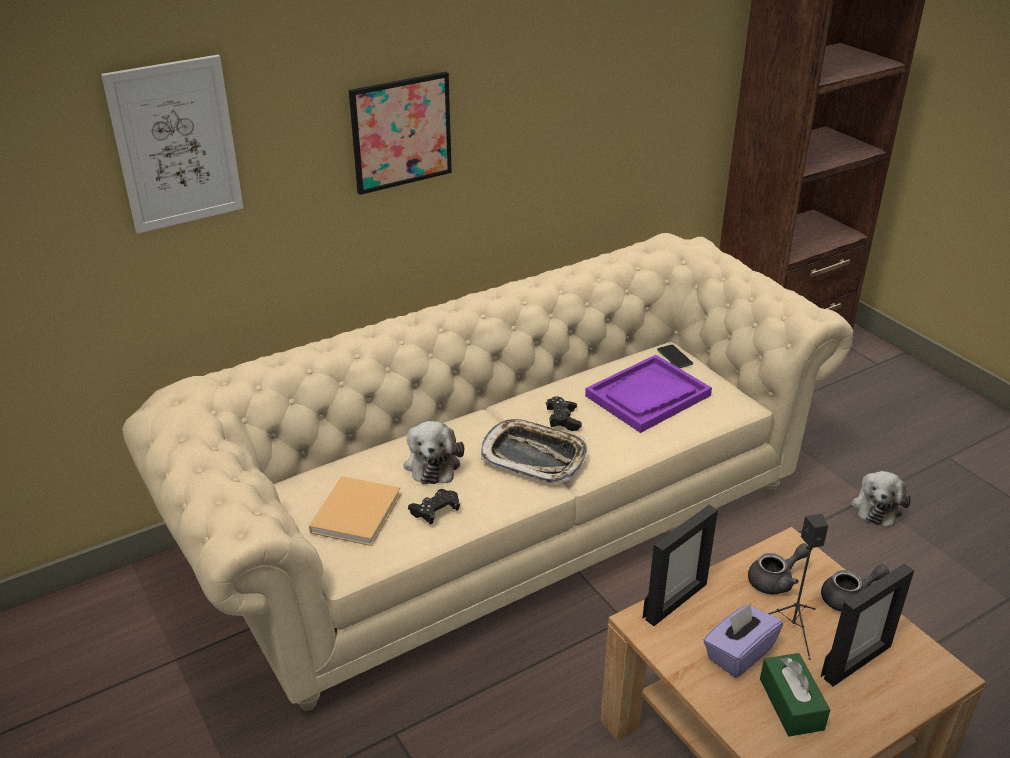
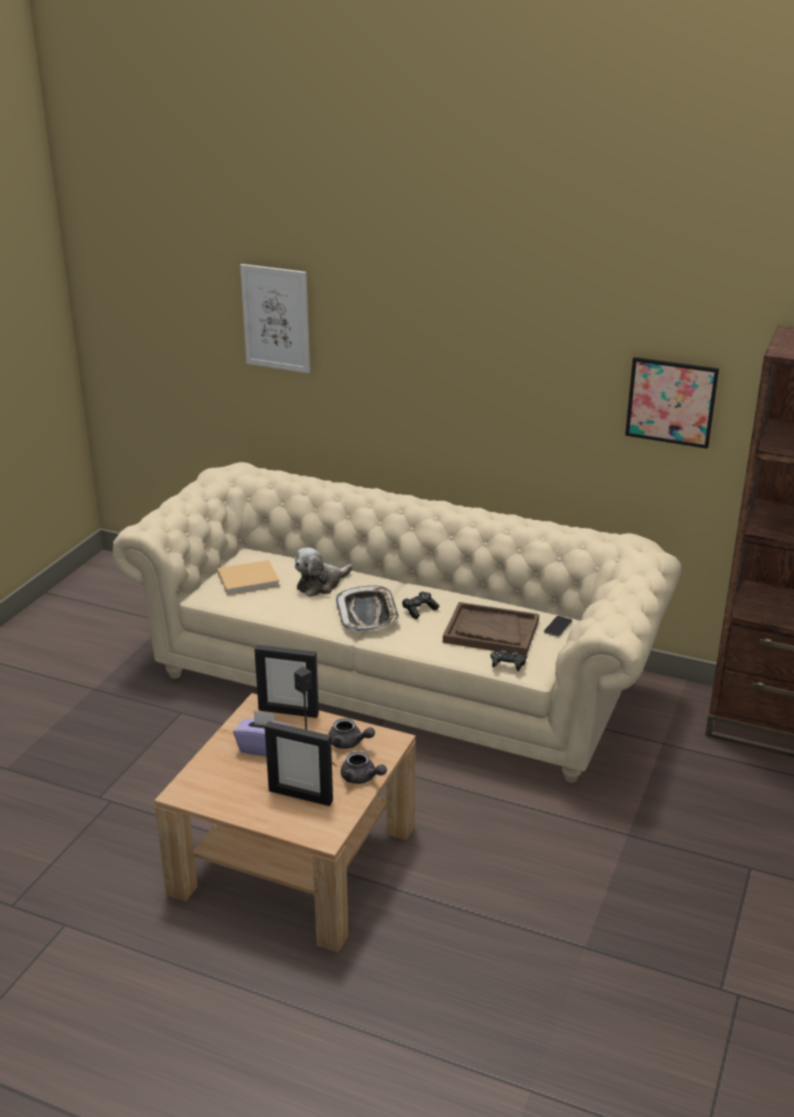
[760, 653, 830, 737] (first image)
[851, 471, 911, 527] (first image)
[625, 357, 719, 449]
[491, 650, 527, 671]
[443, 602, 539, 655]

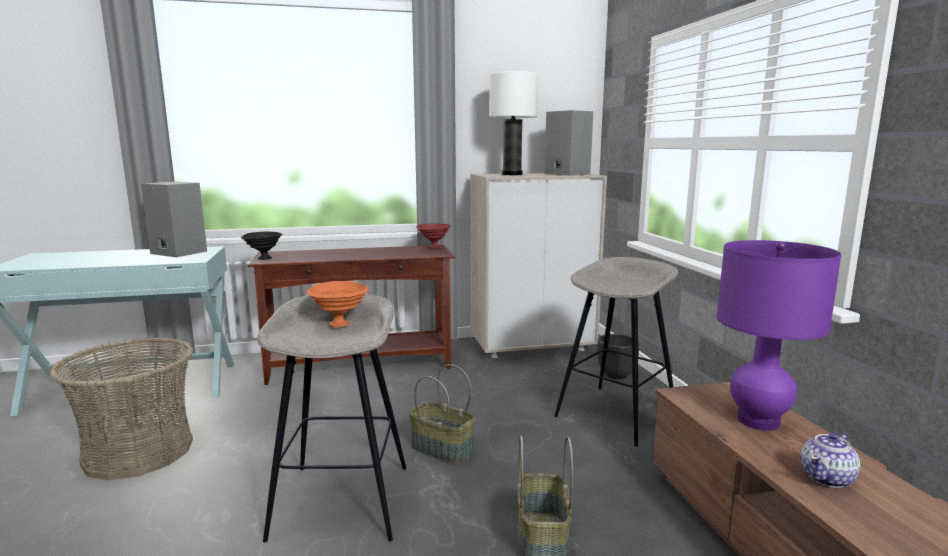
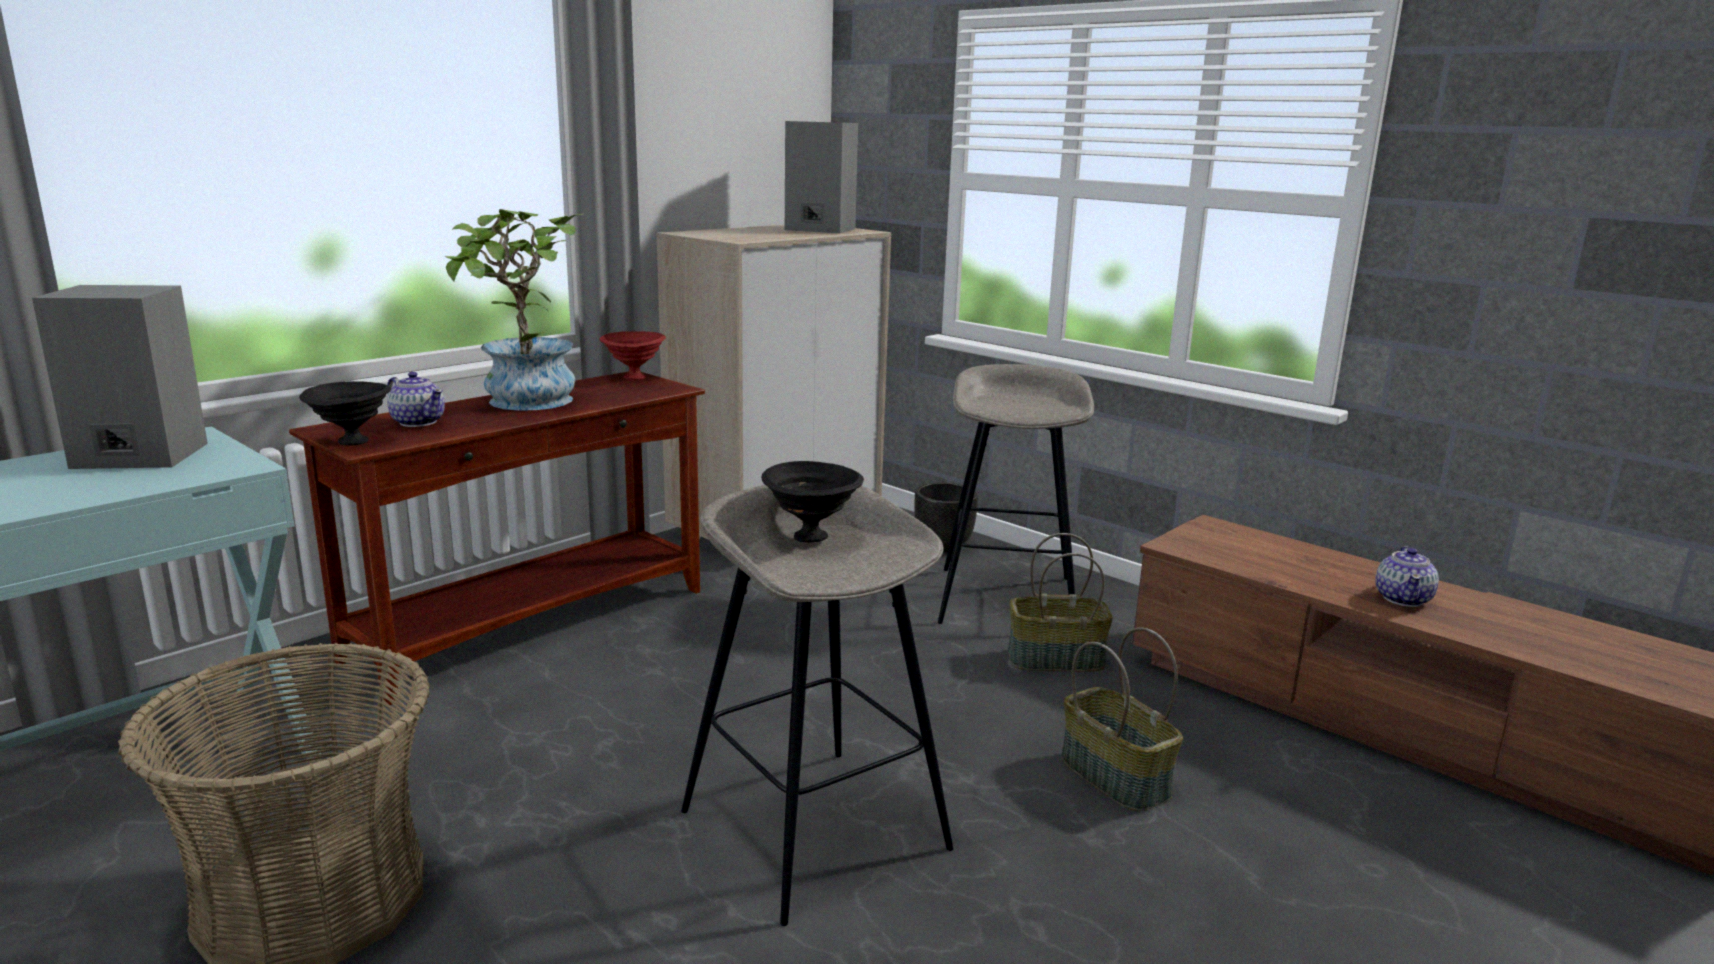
[489, 71, 538, 175] (first image)
[716, 240, 842, 431] (first image)
[387, 372, 445, 427]
[445, 209, 583, 411]
[1008, 533, 1113, 672]
[761, 461, 864, 543]

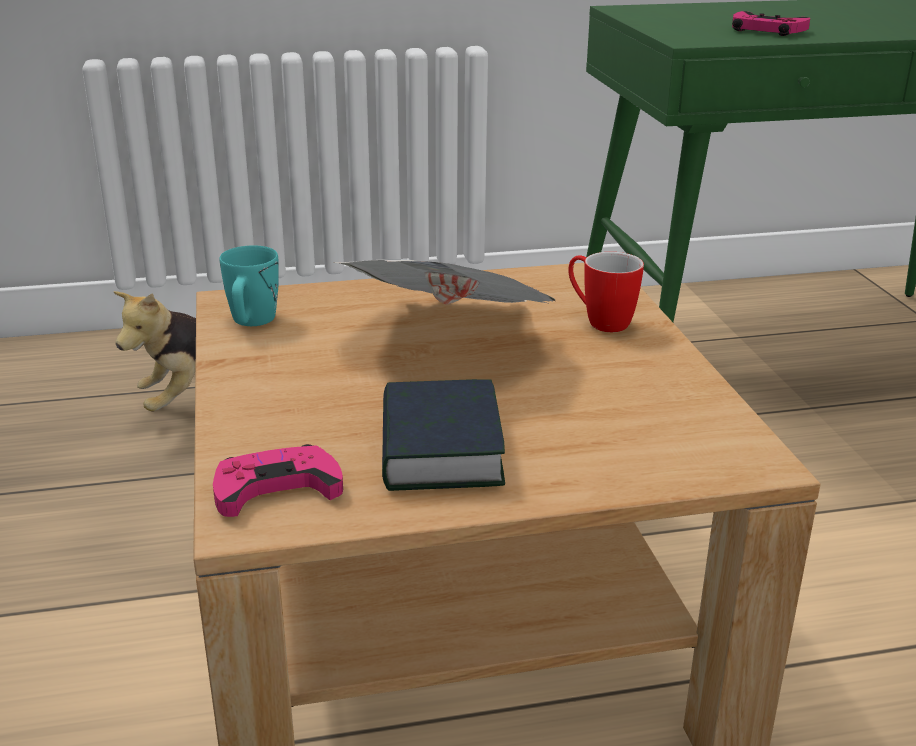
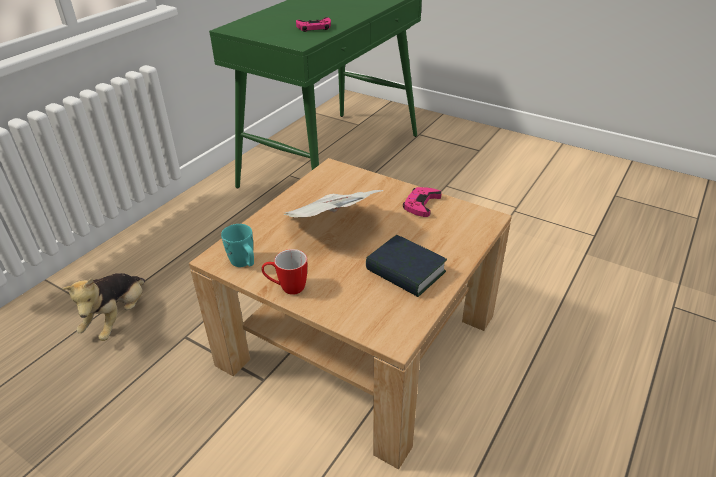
[403, 187, 442, 217]
[262, 249, 307, 295]

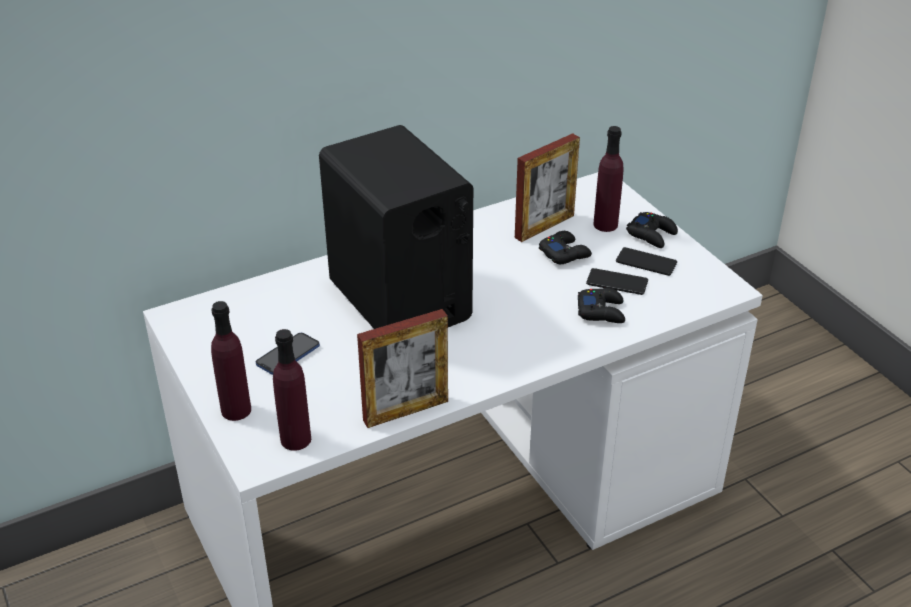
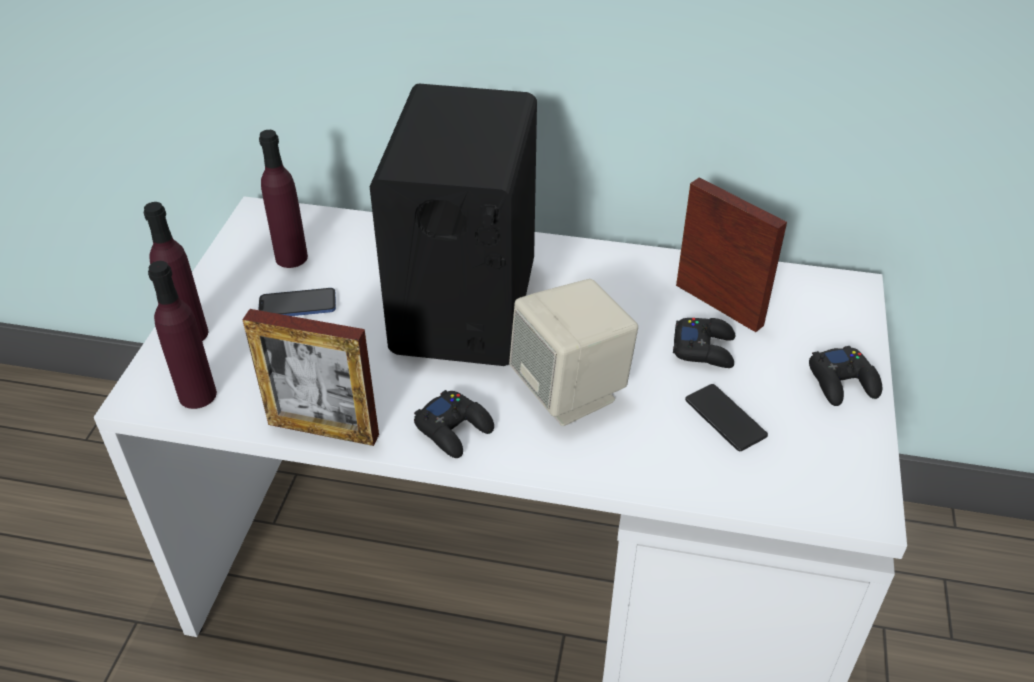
[616, 247, 677, 276] (first image)
[509, 279, 638, 426]
[414, 390, 494, 458]
[259, 130, 308, 268]
[676, 177, 787, 332]

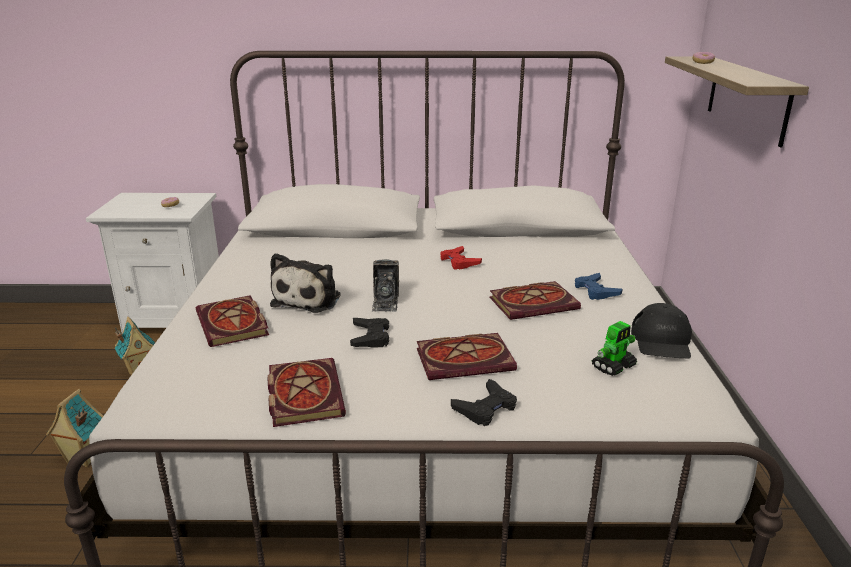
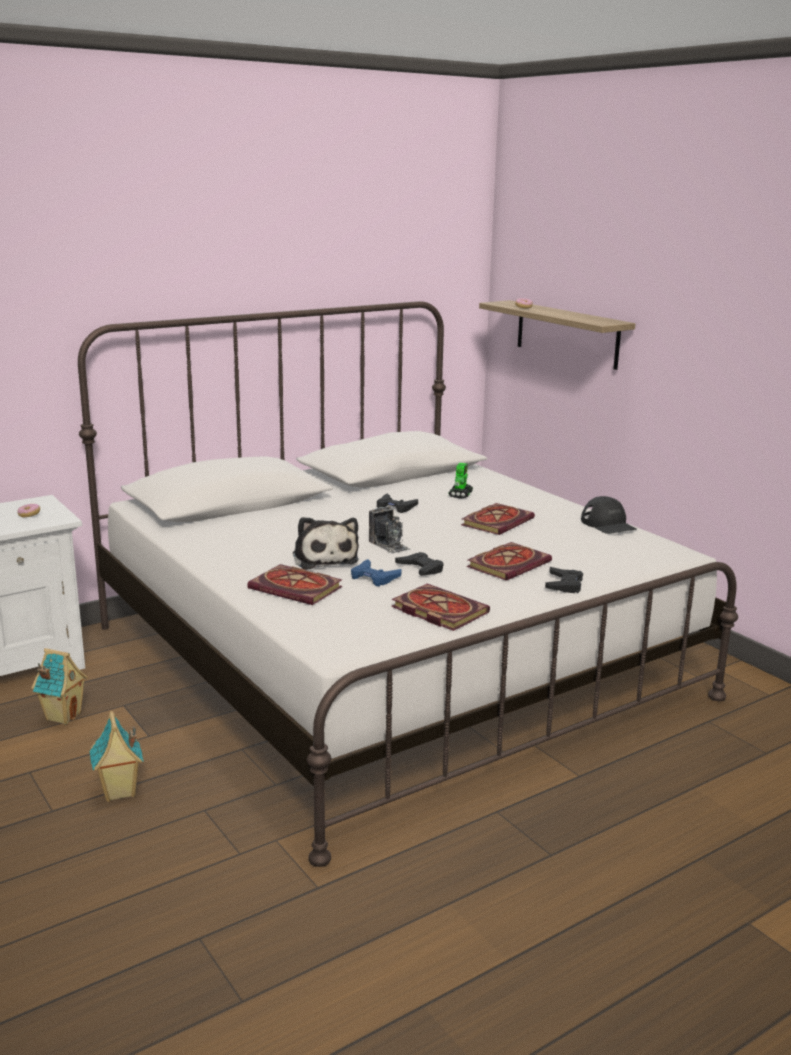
[351, 559, 401, 586]
[449, 463, 473, 498]
[377, 494, 418, 513]

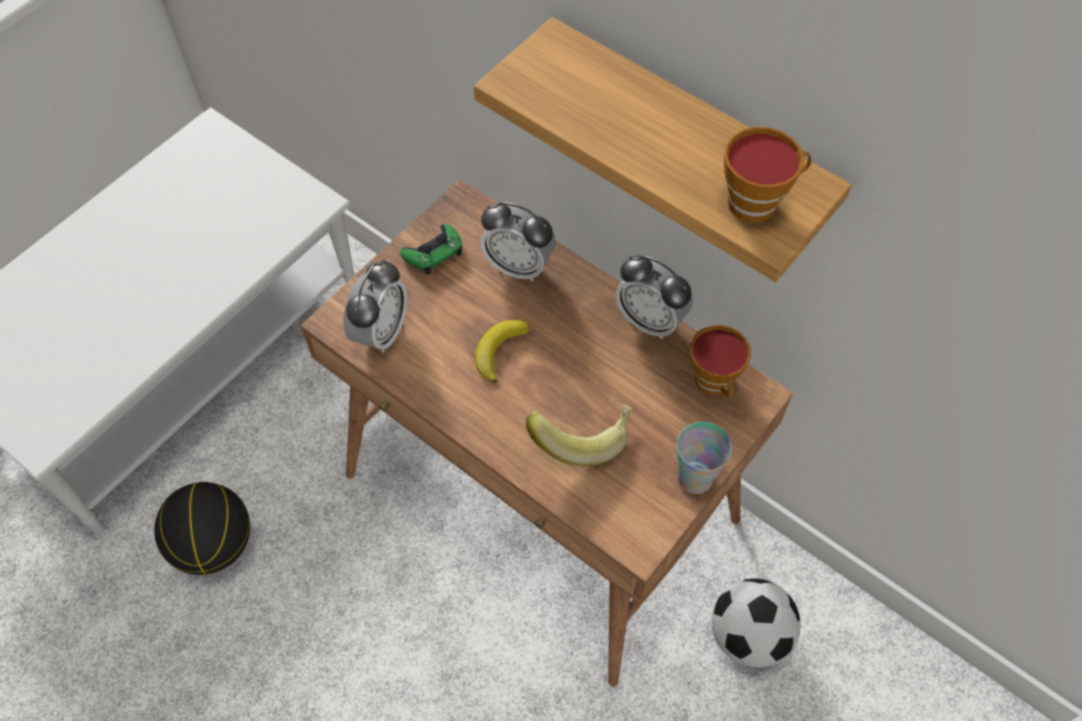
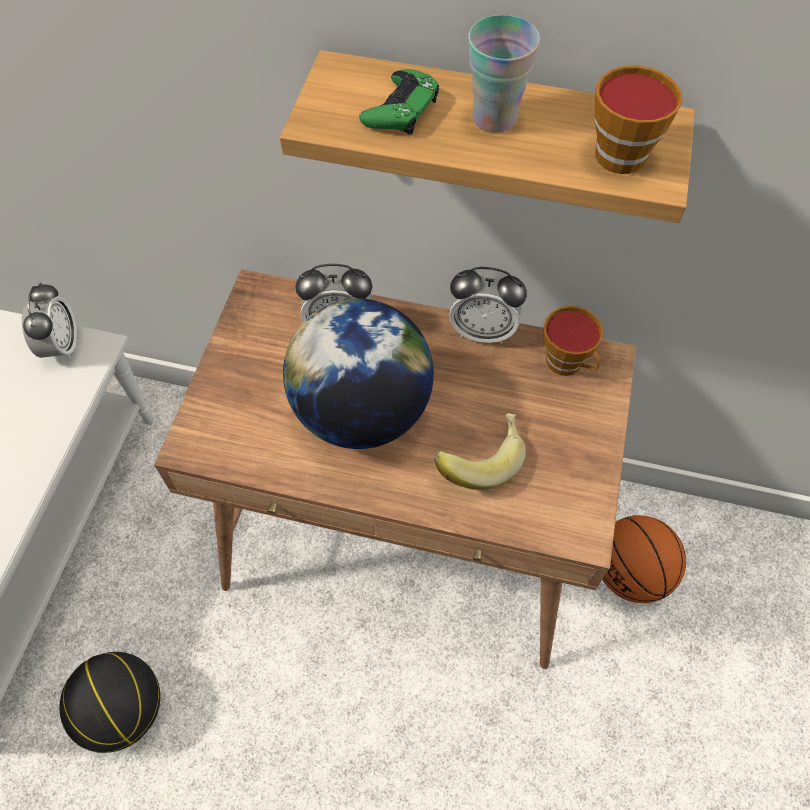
[22, 282, 77, 360]
[359, 69, 439, 135]
[468, 15, 540, 133]
[283, 298, 434, 449]
[602, 515, 686, 603]

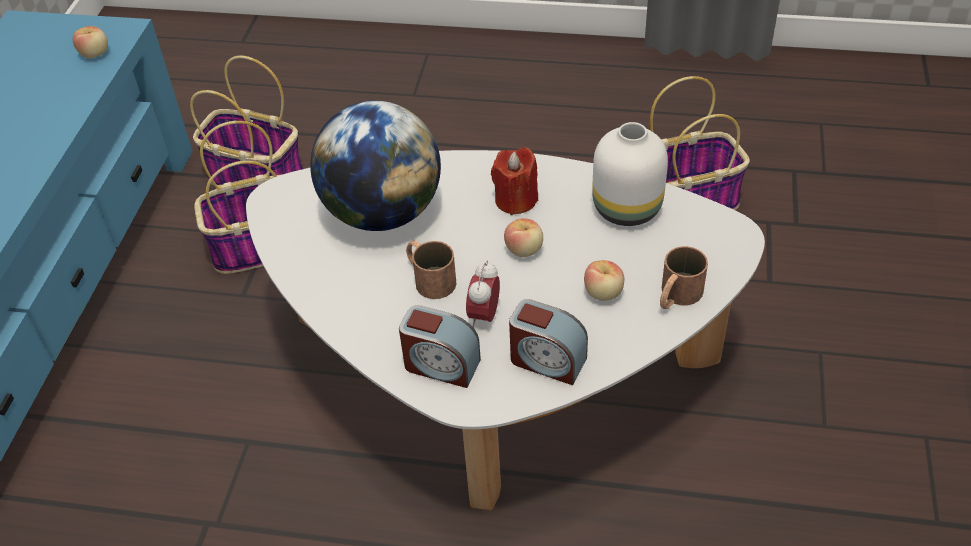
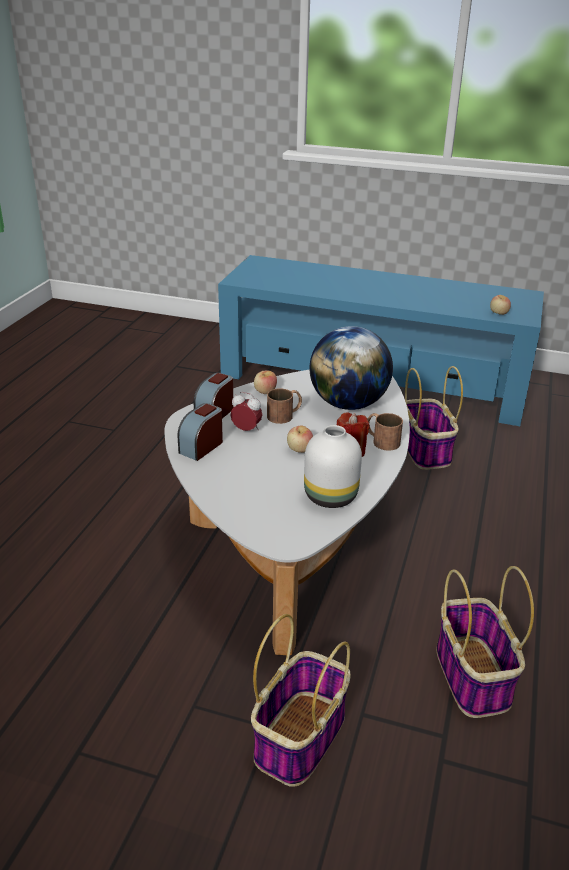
[251, 614, 351, 787]
[254, 371, 277, 394]
[367, 413, 403, 451]

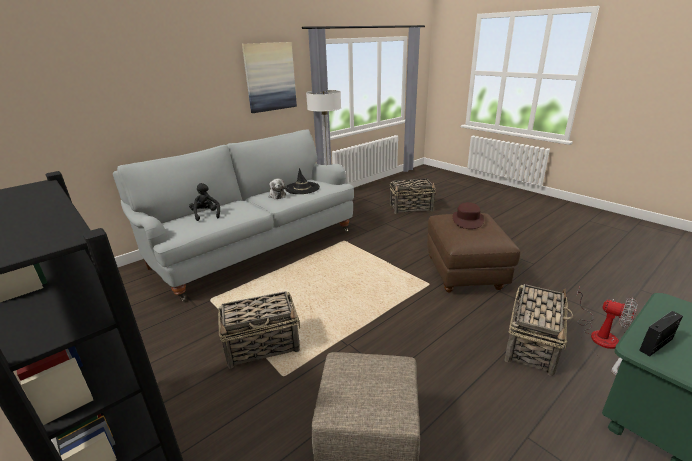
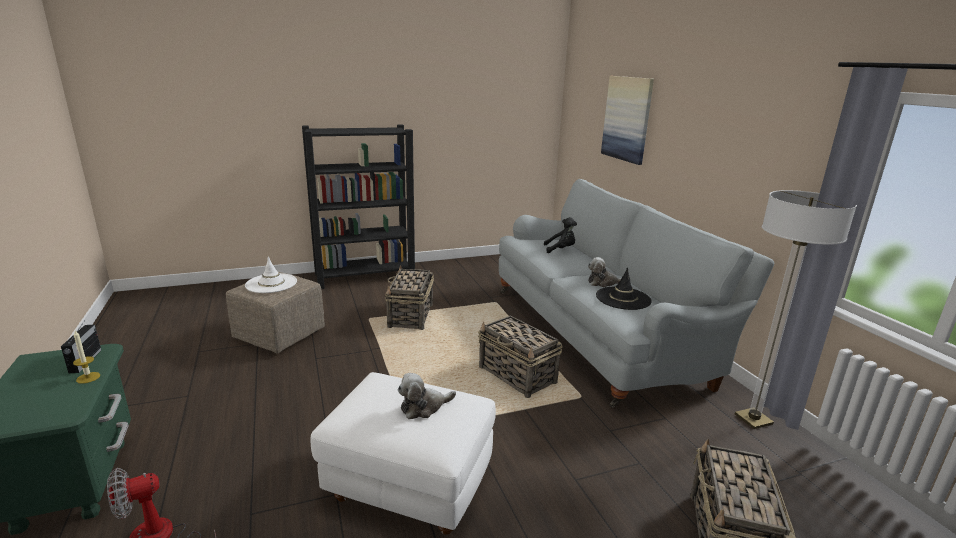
[73, 331, 100, 384]
[245, 256, 297, 293]
[601, 76, 654, 165]
[478, 315, 562, 398]
[398, 373, 456, 419]
[310, 372, 496, 534]

